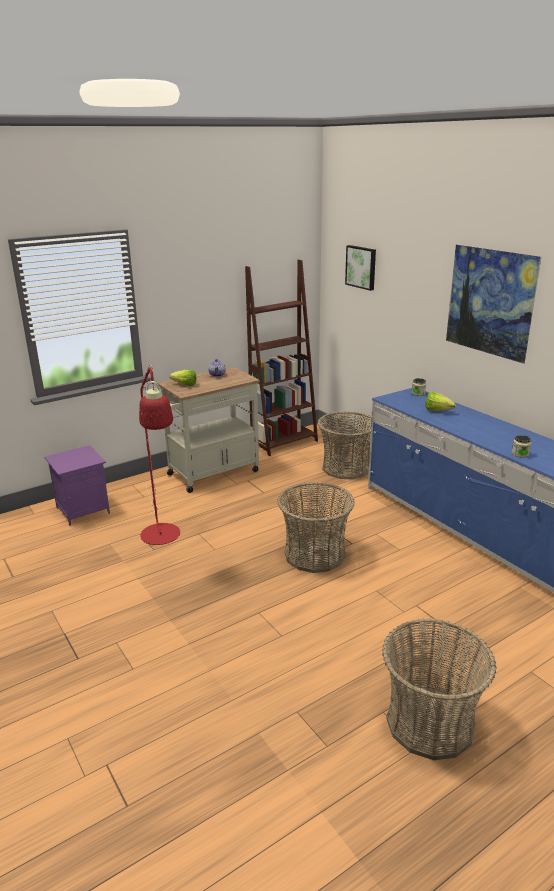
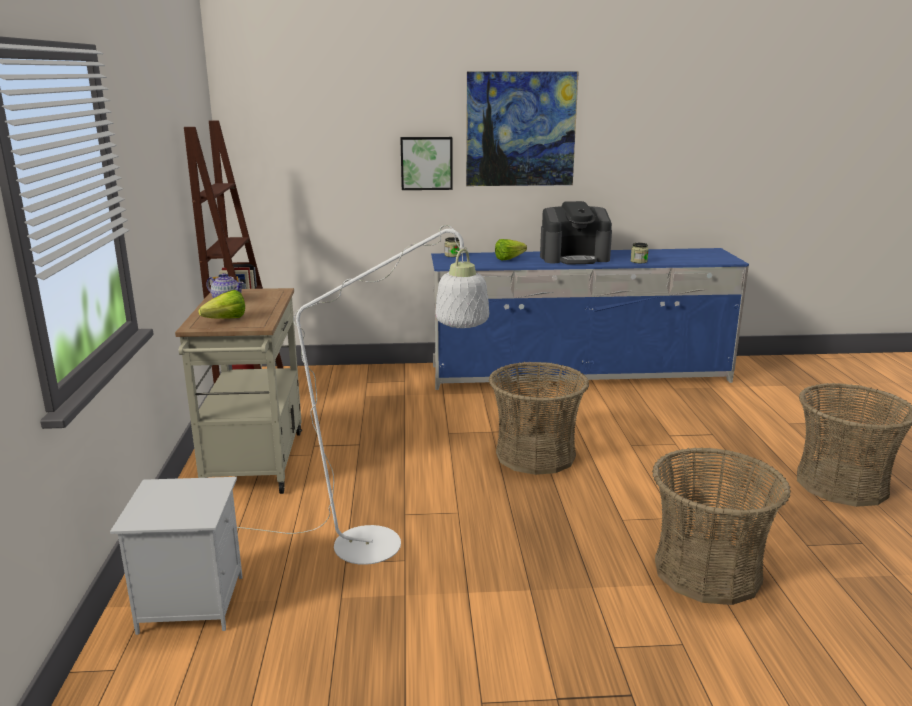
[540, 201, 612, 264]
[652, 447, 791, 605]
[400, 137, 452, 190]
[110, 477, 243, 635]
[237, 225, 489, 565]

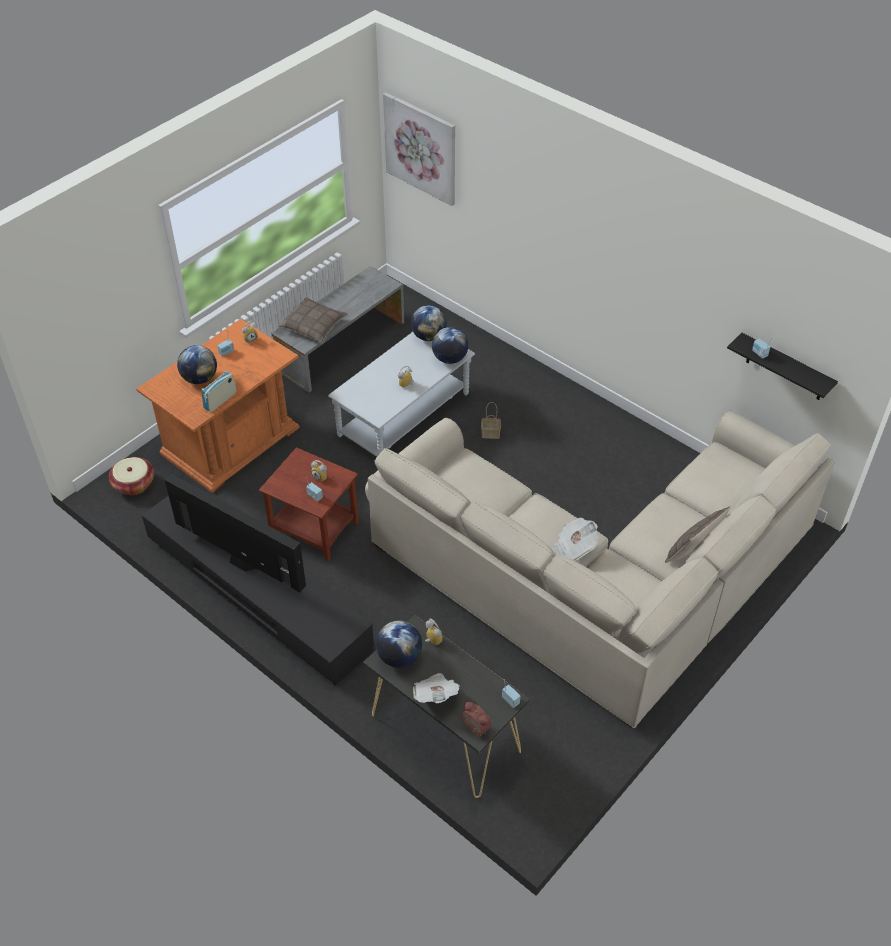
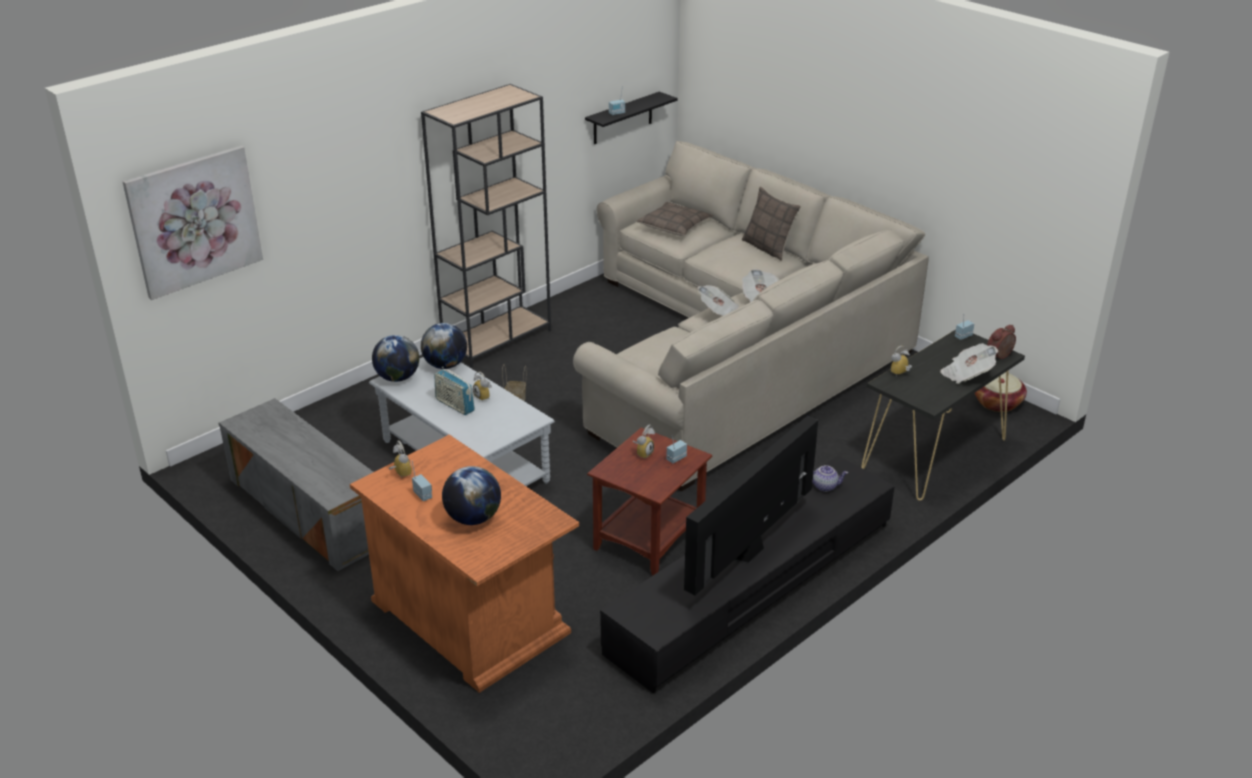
[376, 621, 422, 668] (first image)
[421, 84, 551, 368]
[698, 285, 739, 316]
[812, 466, 848, 492]
[975, 372, 1027, 412]
[434, 367, 475, 415]
[637, 202, 713, 236]

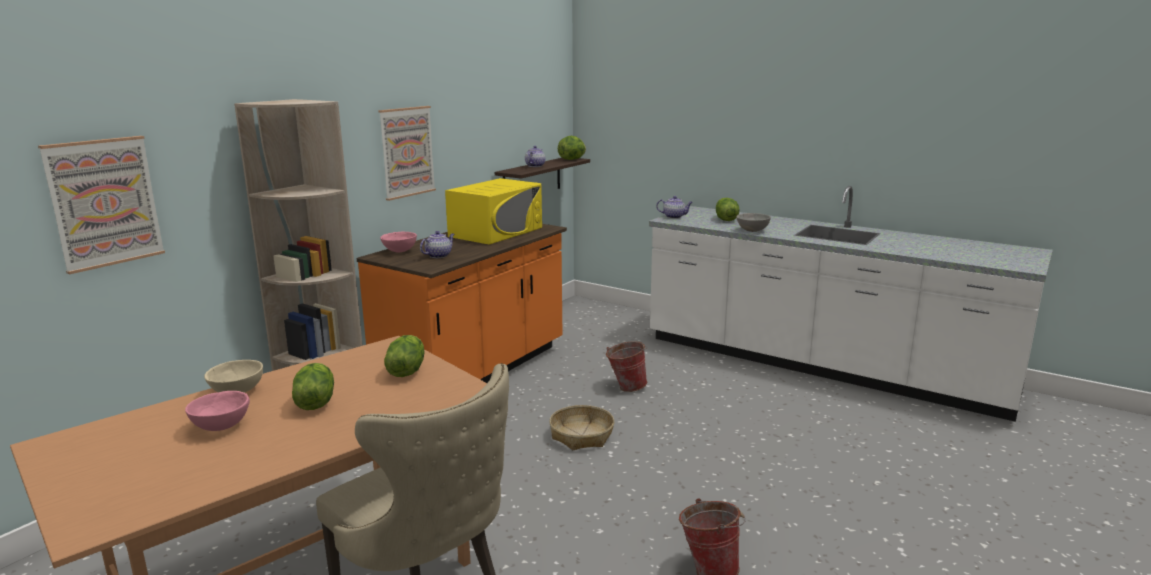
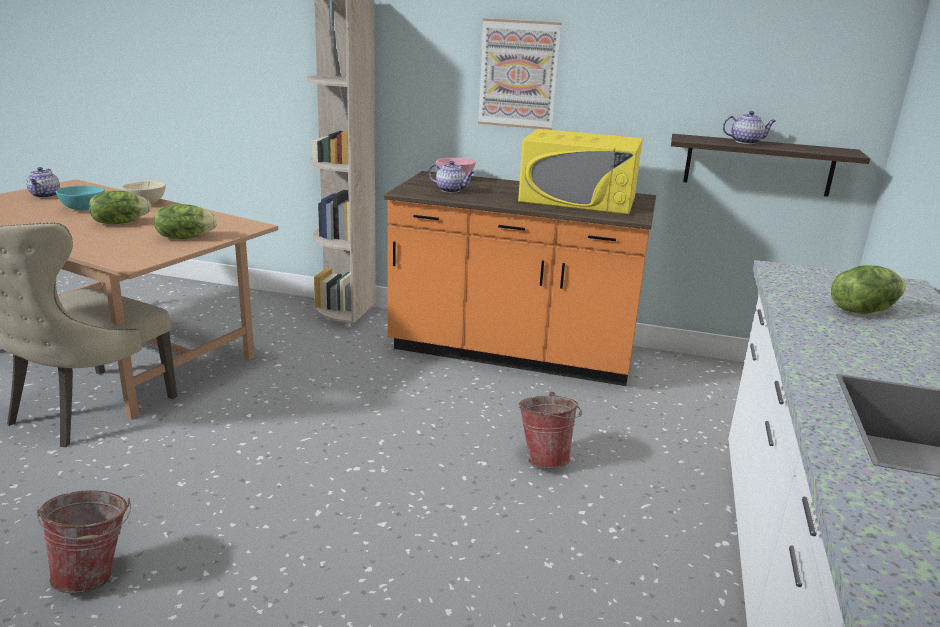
[38, 136, 165, 274] (first image)
[549, 405, 614, 450] (first image)
[558, 136, 586, 160] (first image)
[736, 213, 771, 232] (first image)
[26, 167, 60, 198]
[56, 186, 105, 210]

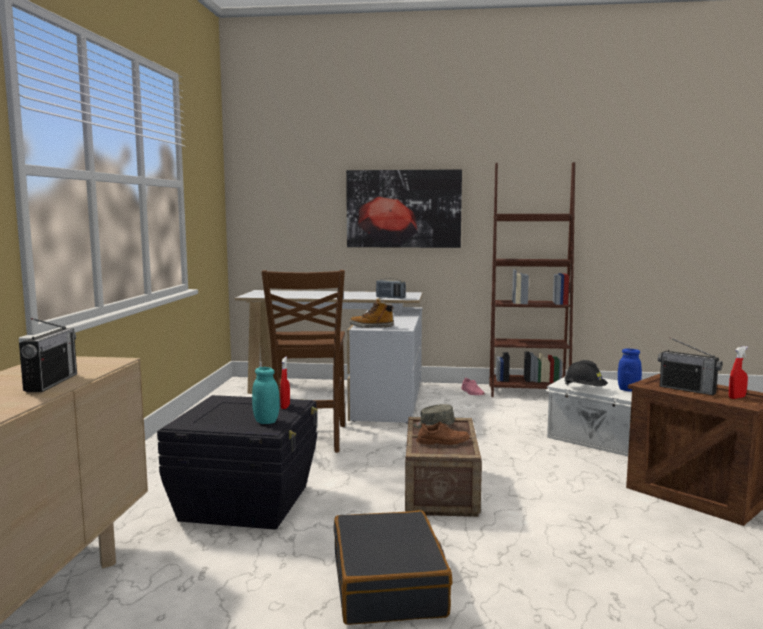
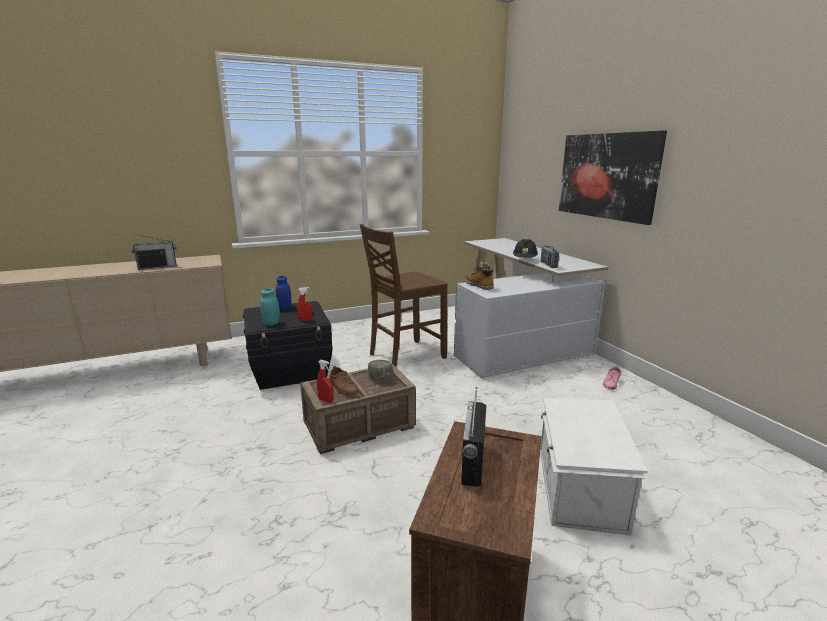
[334, 510, 453, 625] (first image)
[489, 162, 575, 397] (first image)
[513, 239, 538, 258]
[276, 276, 291, 310]
[317, 360, 333, 403]

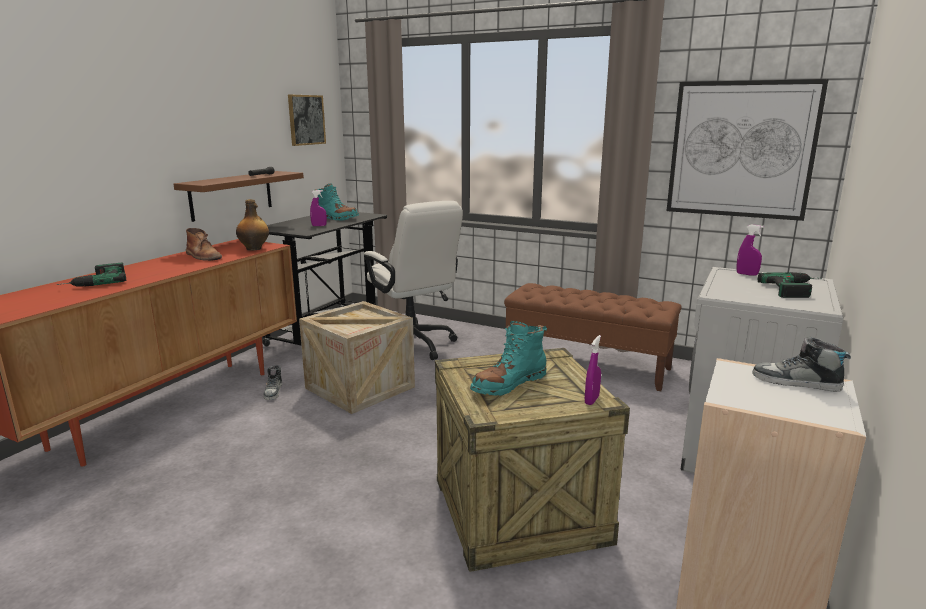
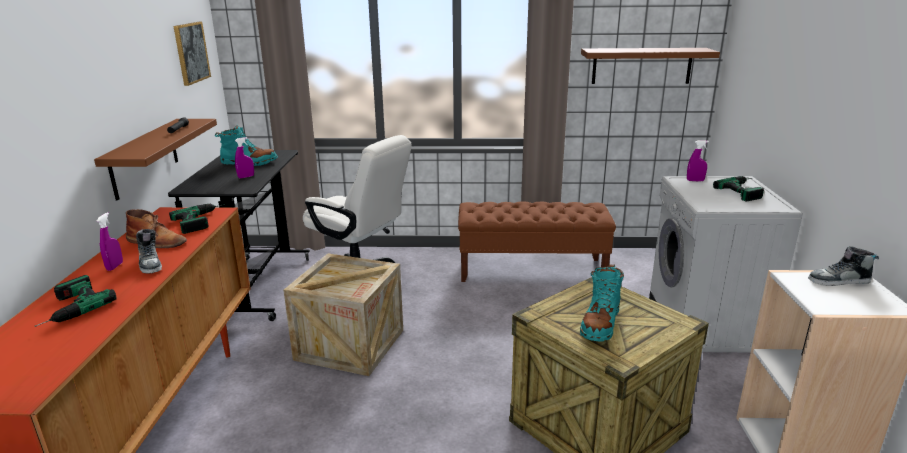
[136, 229, 162, 274]
[97, 212, 123, 271]
[169, 204, 225, 234]
[581, 48, 720, 84]

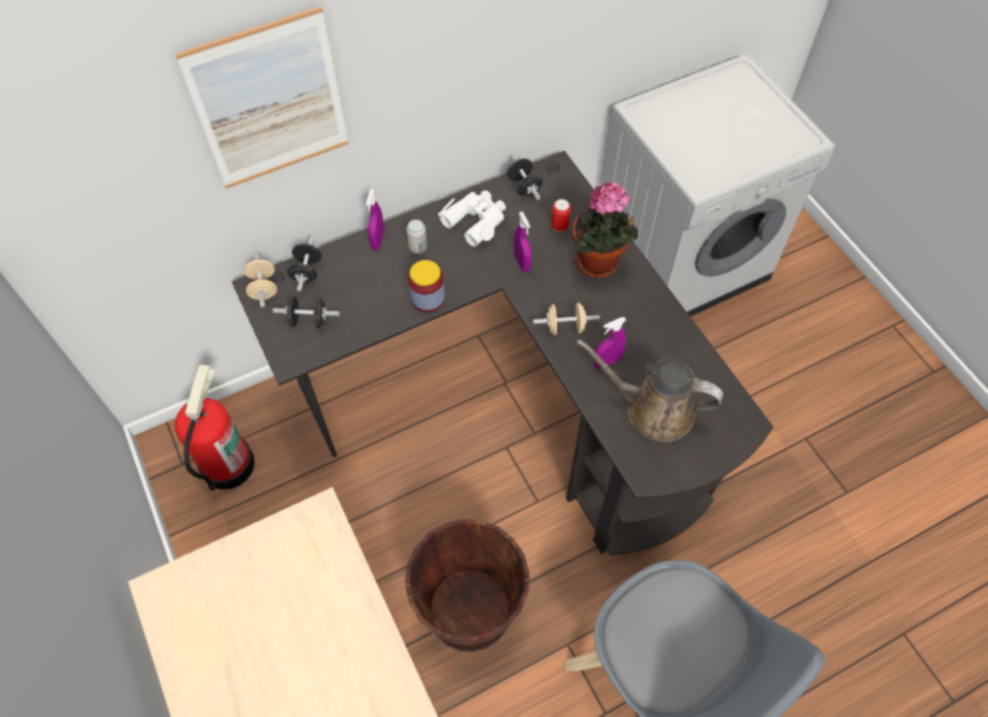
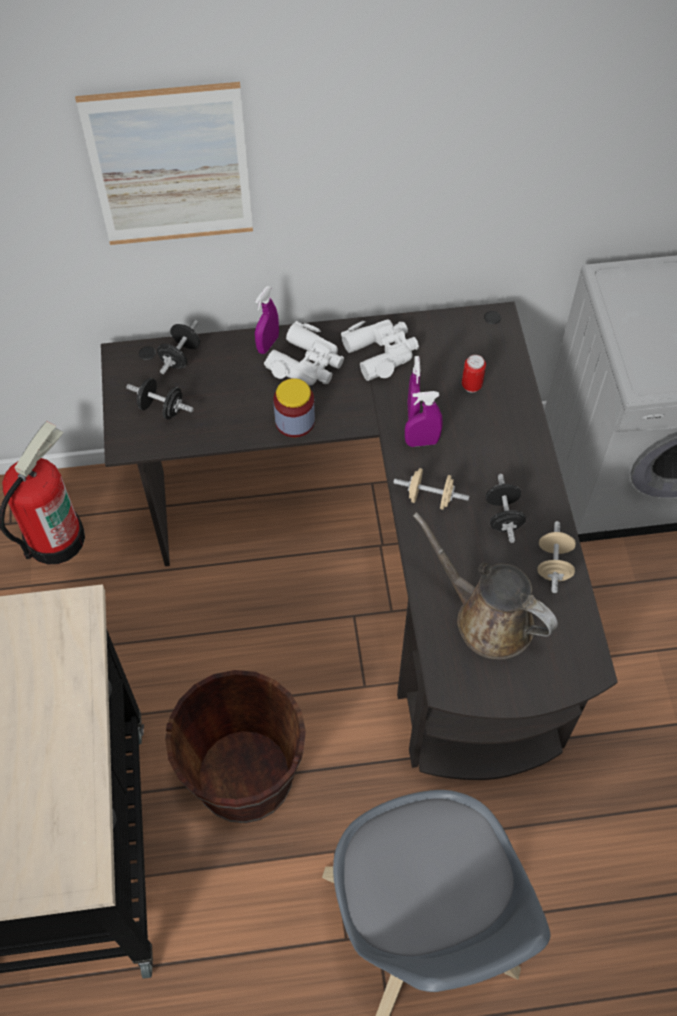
[572, 183, 638, 278] (first image)
[537, 521, 576, 593]
[486, 474, 526, 543]
[405, 391, 442, 447]
[264, 321, 344, 385]

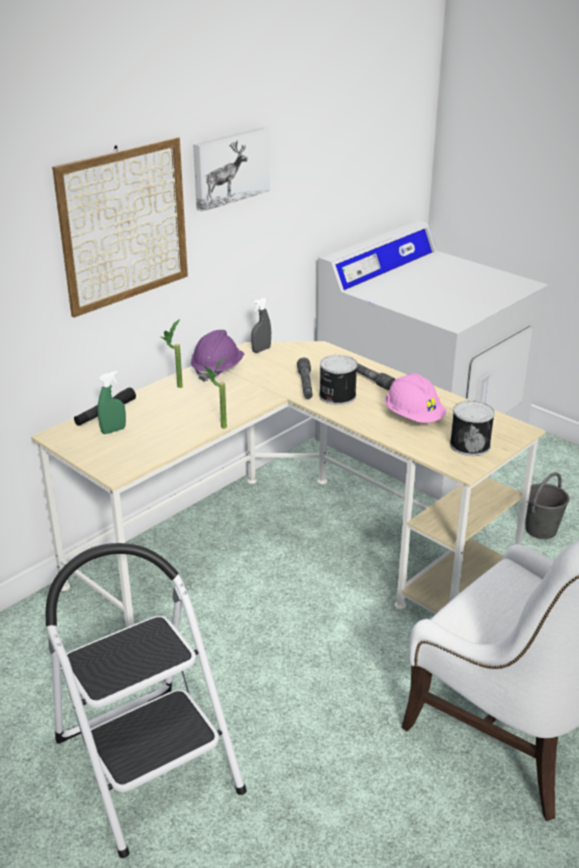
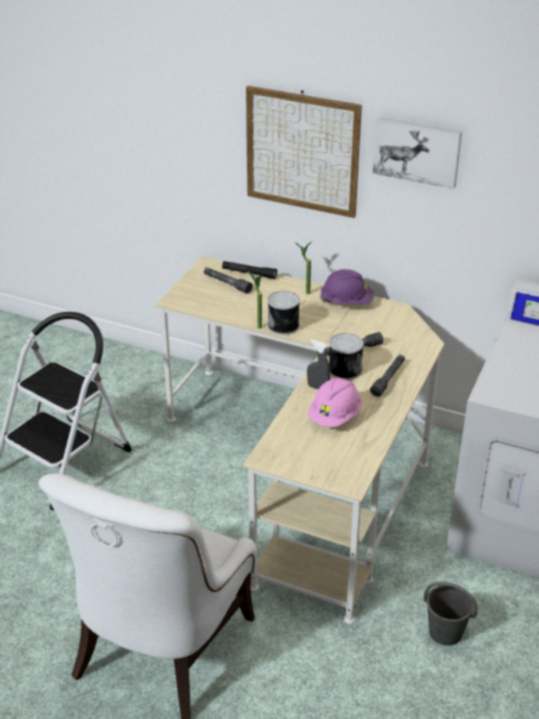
[307, 340, 331, 389]
[268, 291, 300, 335]
[204, 267, 253, 294]

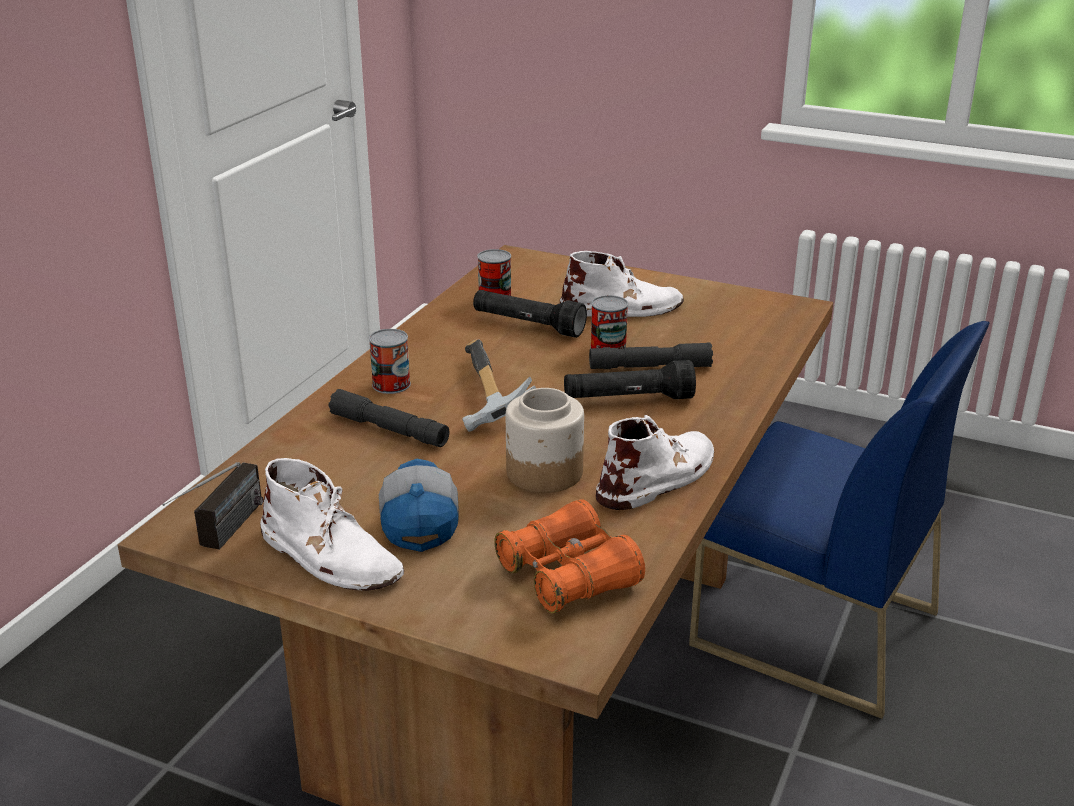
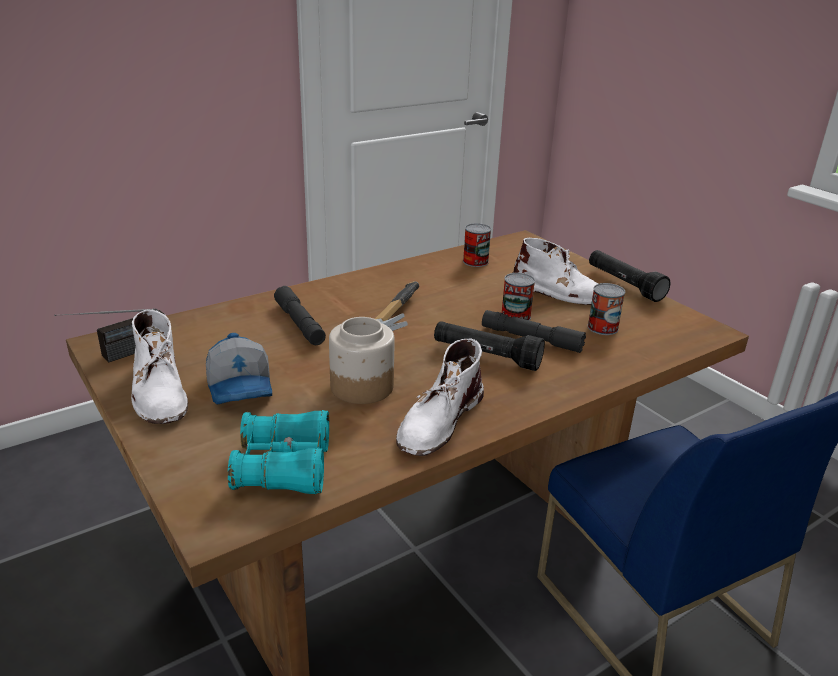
[588, 283, 625, 335]
[589, 250, 670, 302]
[228, 410, 329, 494]
[206, 333, 272, 404]
[396, 338, 484, 456]

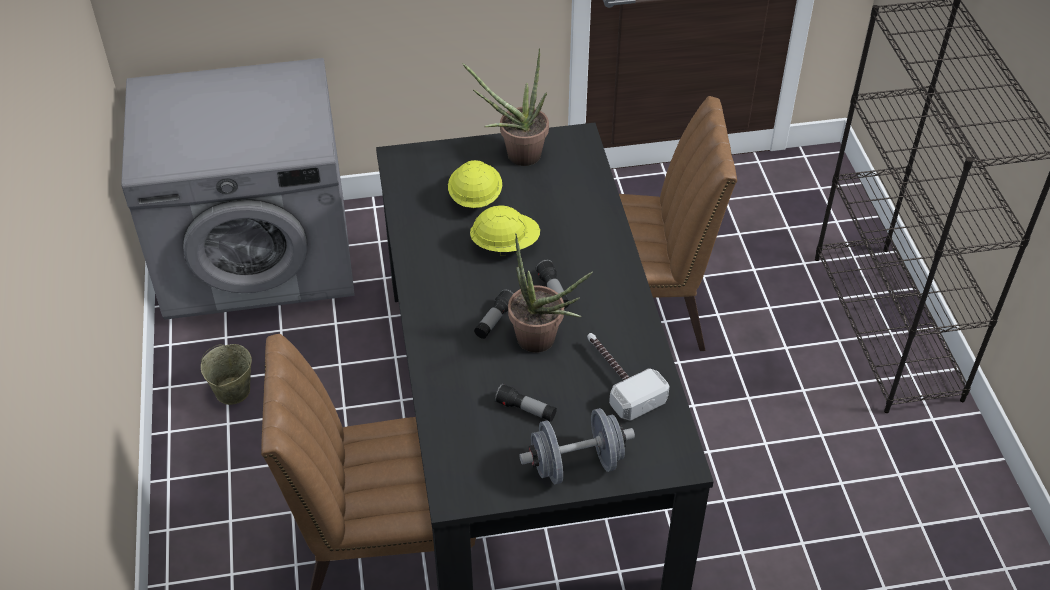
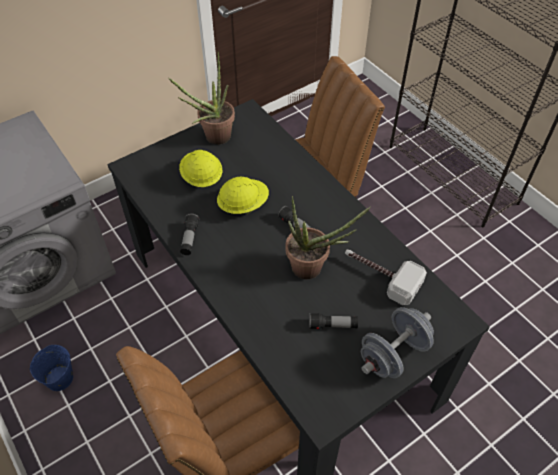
[180, 214, 199, 255]
[29, 345, 73, 391]

